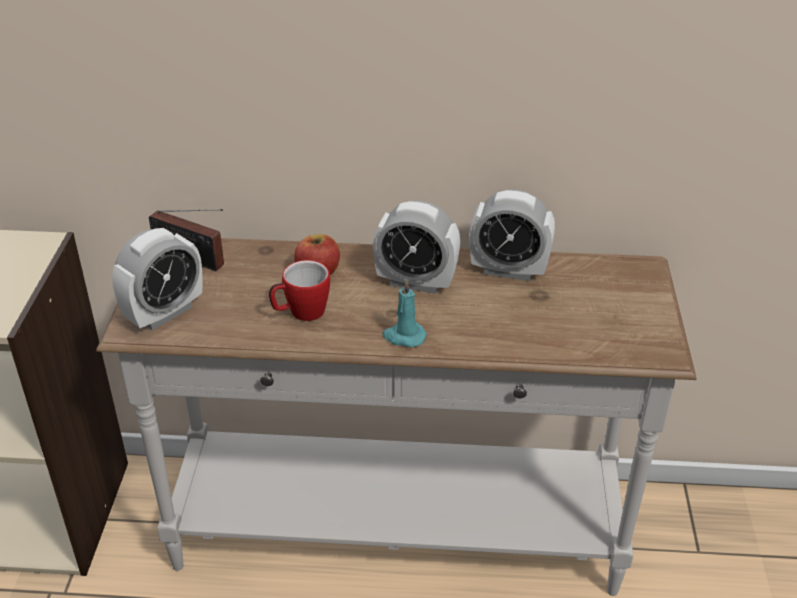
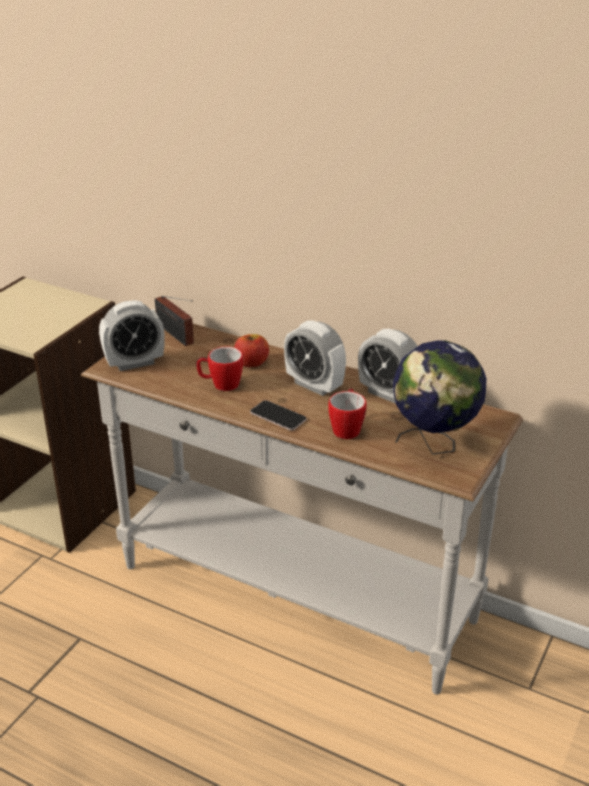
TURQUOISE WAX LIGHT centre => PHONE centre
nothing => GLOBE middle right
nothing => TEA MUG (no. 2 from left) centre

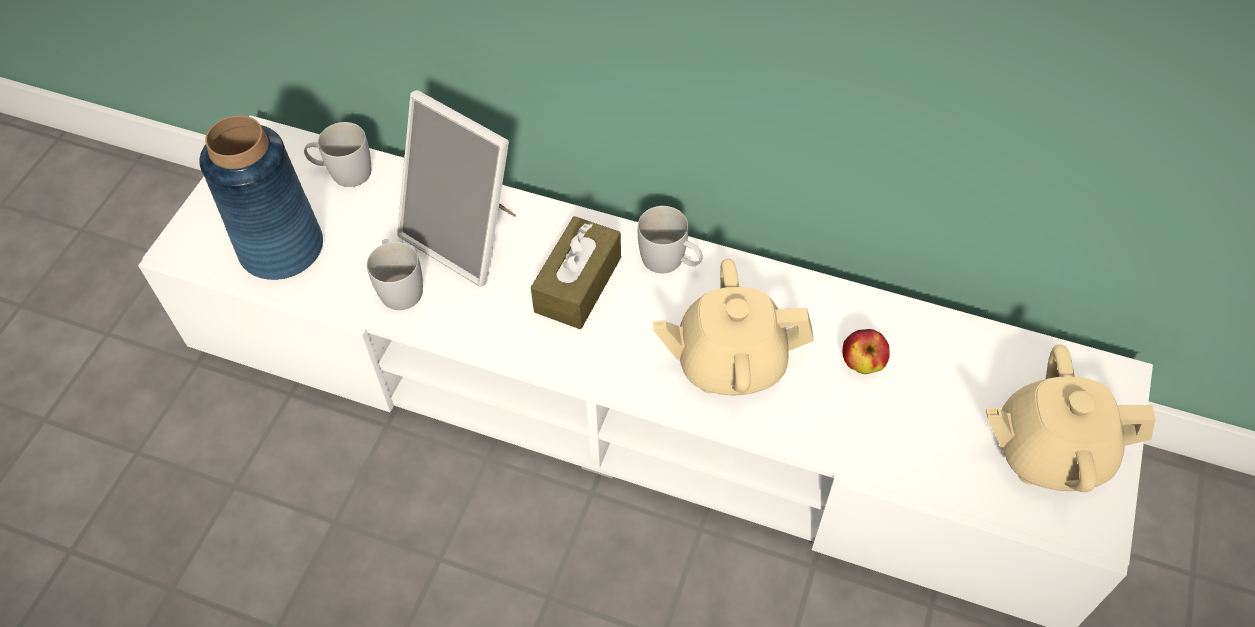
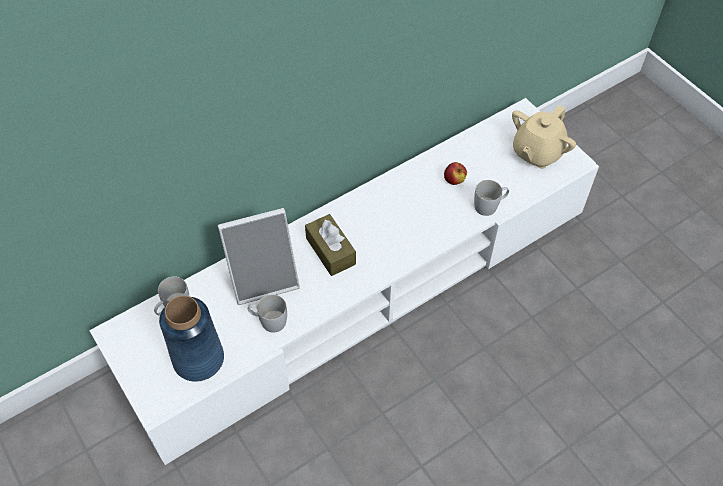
WHITISH TEA MUG (no. 3 from left) centre => WHITISH TEA MUG (no. 3 from left) middle right, shifted
BEIGE-COLOURED TEAPOT (no. 1 from left) centre => nothing

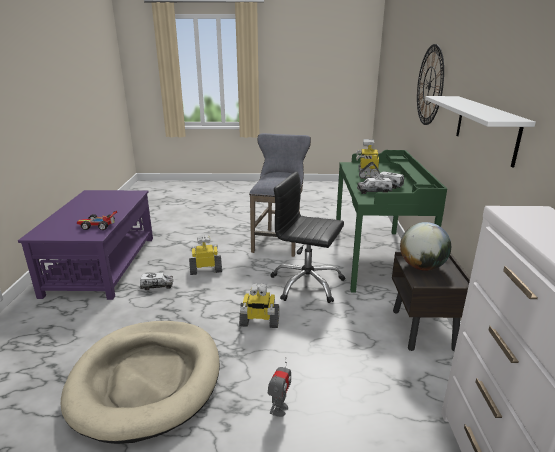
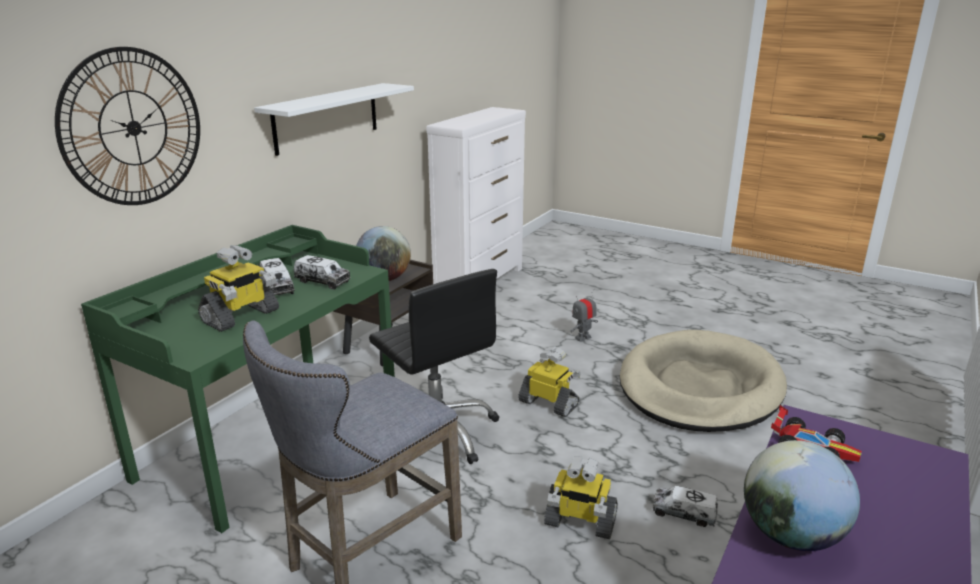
nothing => GLOBE (no. 2 from left) bottom right

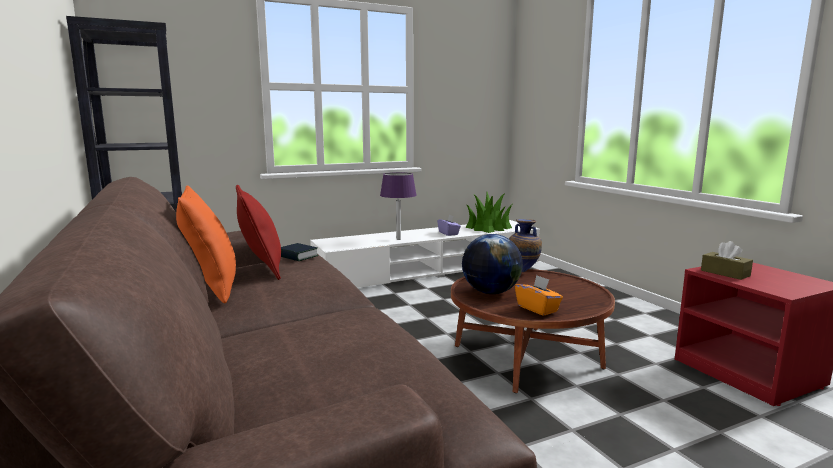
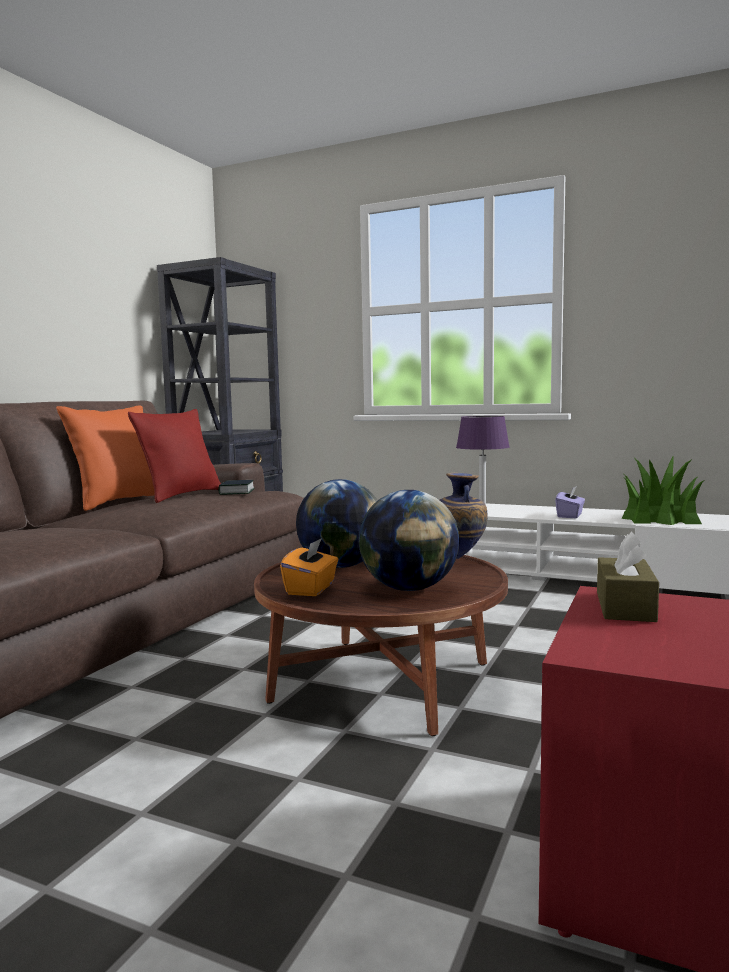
nothing => GLOBE (no. 2 from left) centre

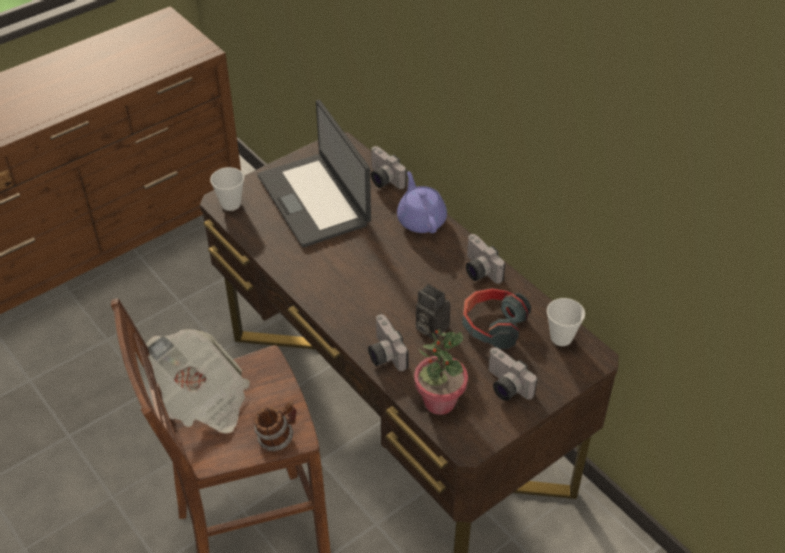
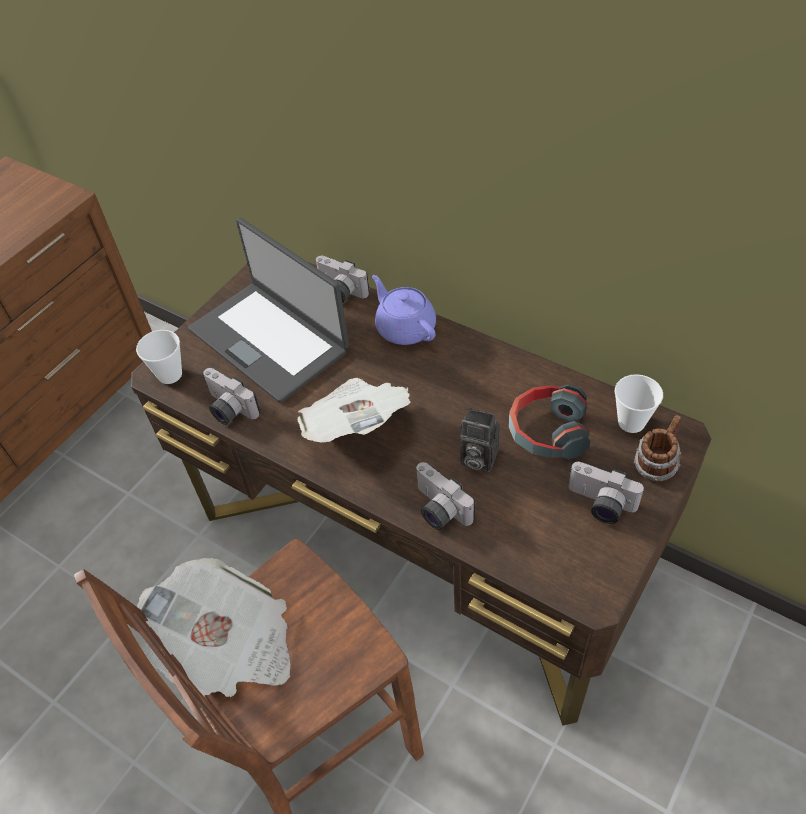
STILL CAMERA (no. 4 from left in the first image) centre => STILL CAMERA (no. 1 from left) middle left, shifted
PLANT IN A POT bottom centre => nothing
TEA MUG bottom centre => TEA MUG middle right, shifted
nothing => DAILY PAPER (no. 2 from left) centre

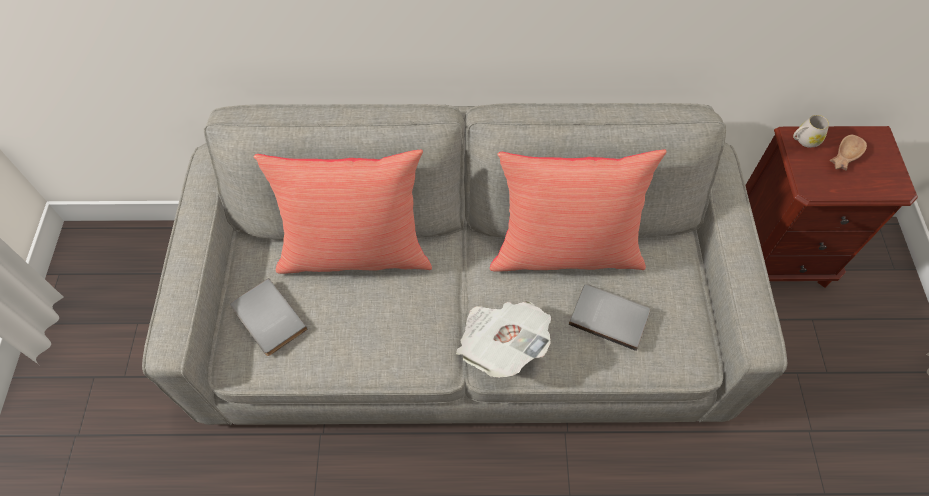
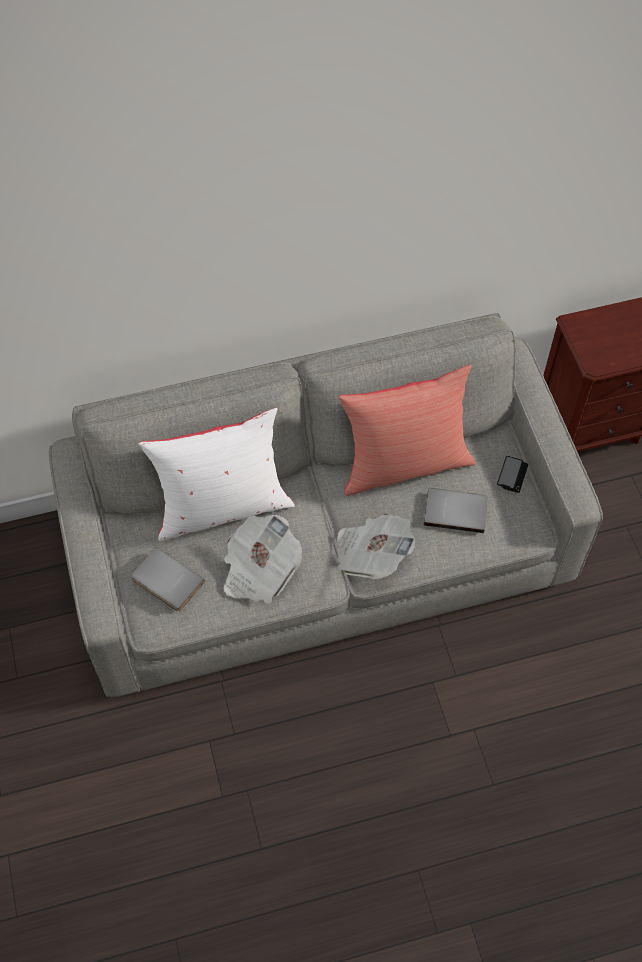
WHITISH TEA MUG top right => nothing
BROWN SERVING BOWL top right => nothing
RED PILLOW (no. 1 from left) centre => WHITISH PILLOW centre
nothing => PHONE middle right
nothing => DAILY PAPER (no. 1 from left) centre

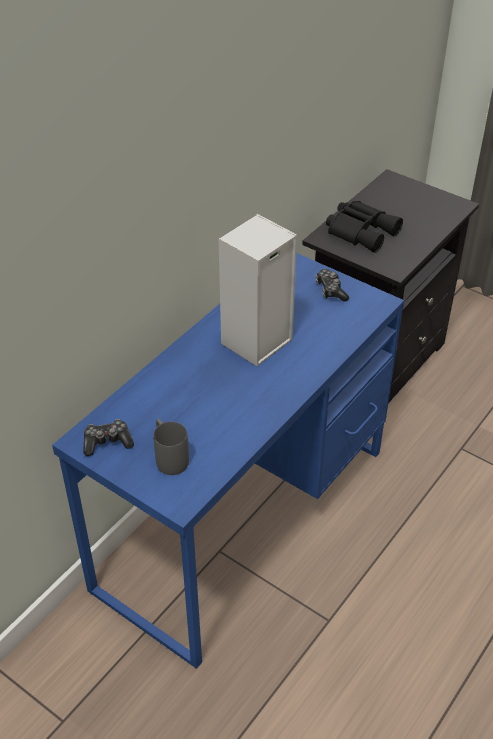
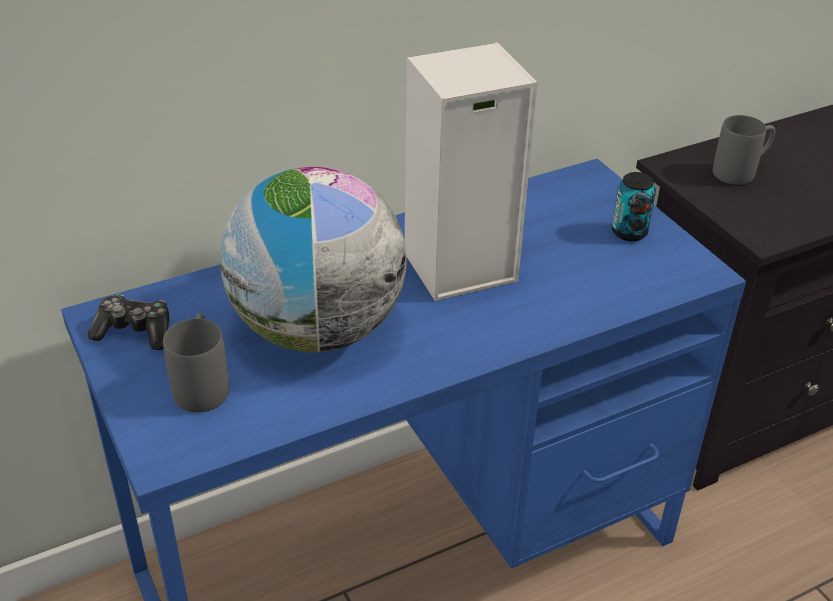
BLACKISH BINOCULARS top right => GRAY TEA MUG (no. 2 from left) top right
GAME CONTROLLER (no. 2 from left) middle right => CAN middle right
nothing => GLOBE centre

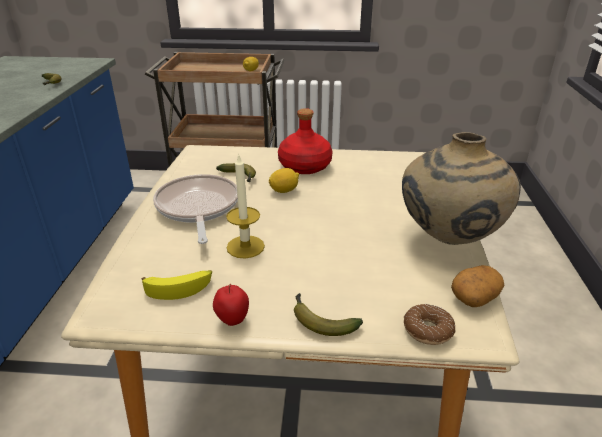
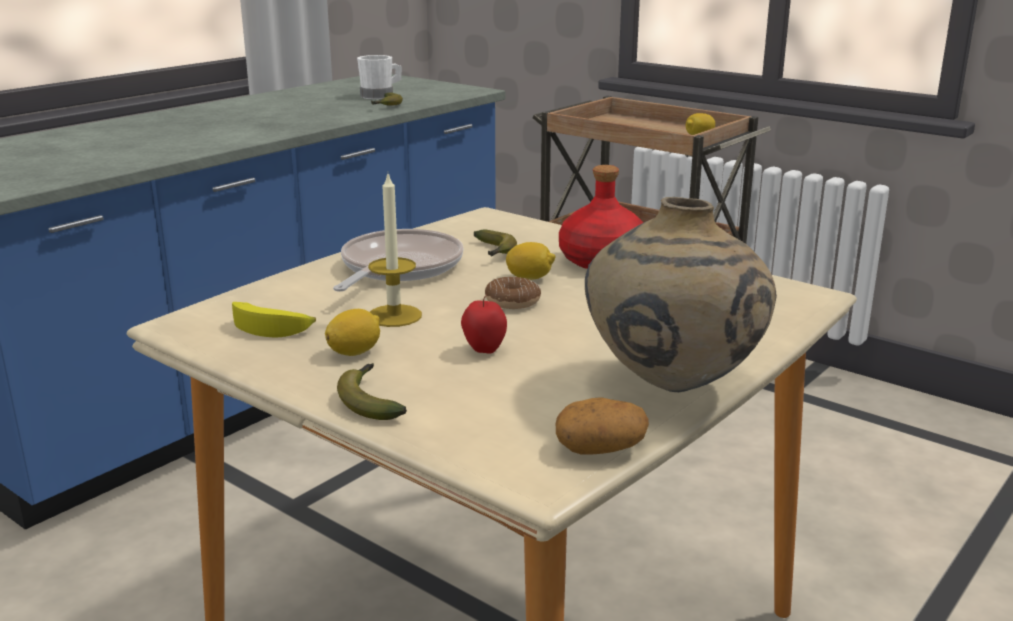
APPLE FRUIT bottom centre => APPLE FRUIT centre, shifted
RING DOUGHNUT bottom right => RING DOUGHNUT centre, shifted
nothing => WHITISH TEA MUG top centre
nothing => WHOLE LEMON (no. 1 from left) centre

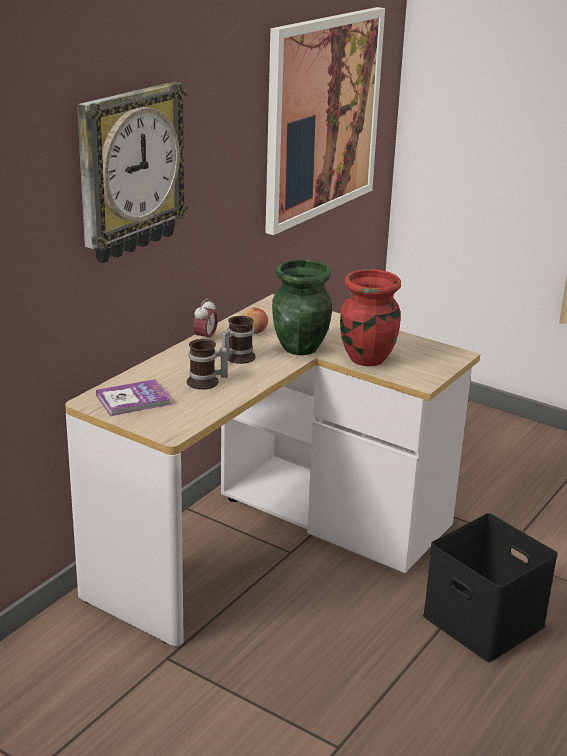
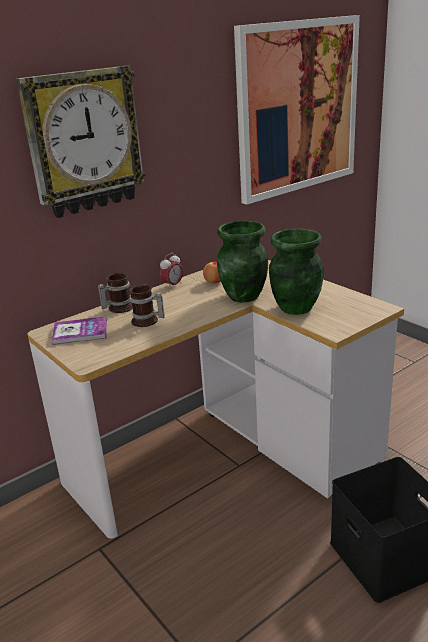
RED FLOWER VASE centre => GREEN-COLOURED FLOWER VASE (no. 2 from left) middle right
TEA MUG (no. 2 from left in the first image) centre => TEA MUG (no. 1 from left) middle left, shifted

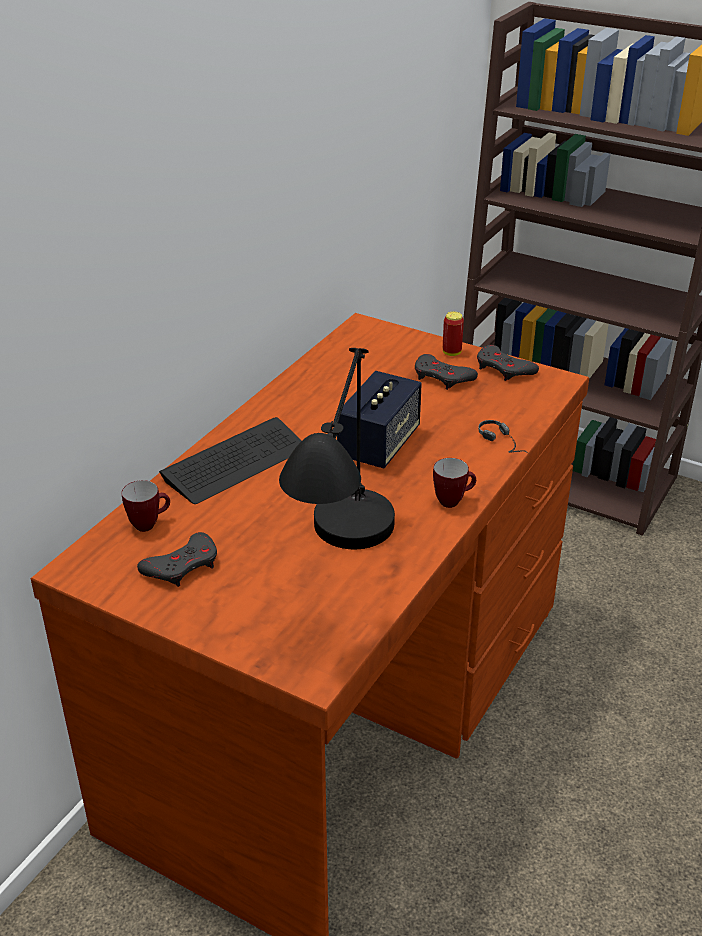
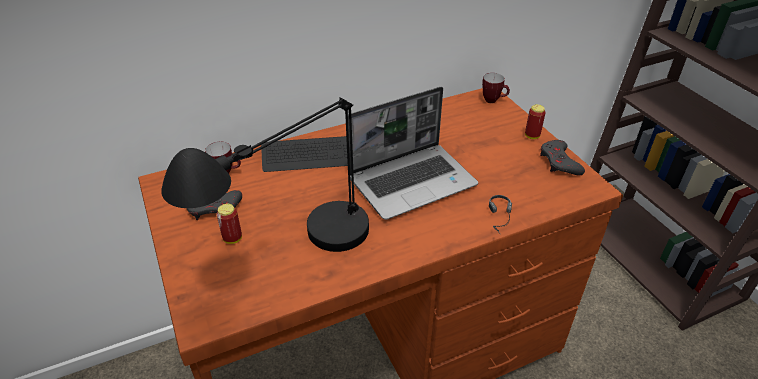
GRAY GAME CONTROLLER (no. 2 from left) centre => nothing
AUDIO SPEAKER centre => LAPTOP centre
TEA MUG (no. 2 from left) centre => TEA MUG (no. 2 from left) top centre, shifted
nothing => CAN (no. 1 from left) middle left

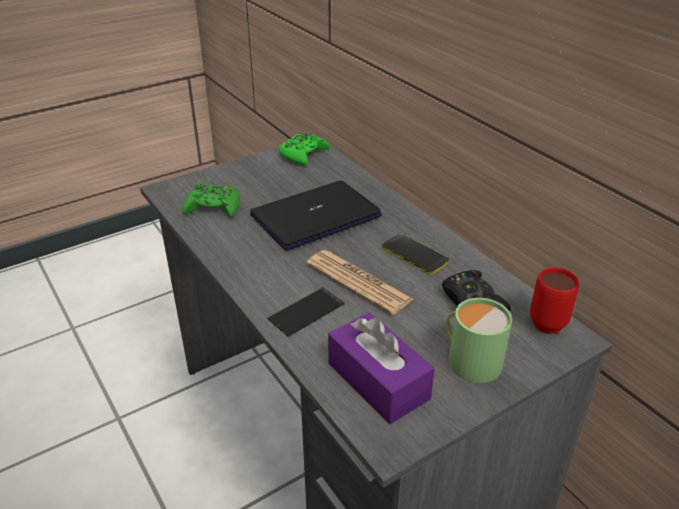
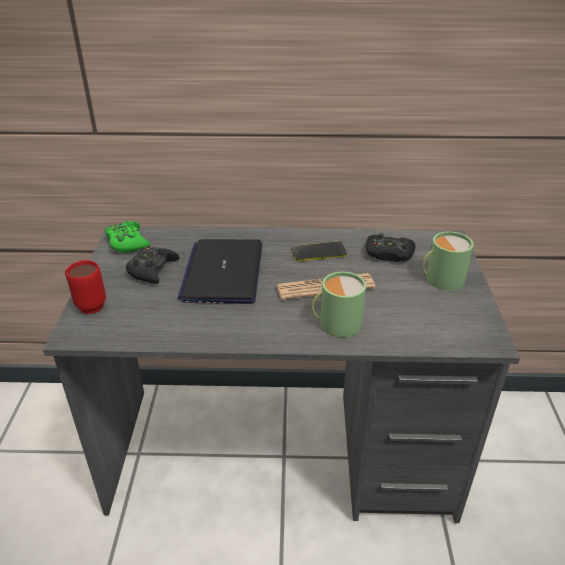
GREEN-COLOURED GAME CONTROLLER (no. 1 from left) middle left => nothing
RED TEA MUG middle right => RED TEA MUG middle left, shifted
PHONE (no. 1 from left) centre => GREEN-COLOURED TEA MUG (no. 1 from left) centre
PURPLE BOX OF TISSUES bottom centre => nothing
nothing => BLACKISH GAME CONTROLLER (no. 1 from left) middle left

